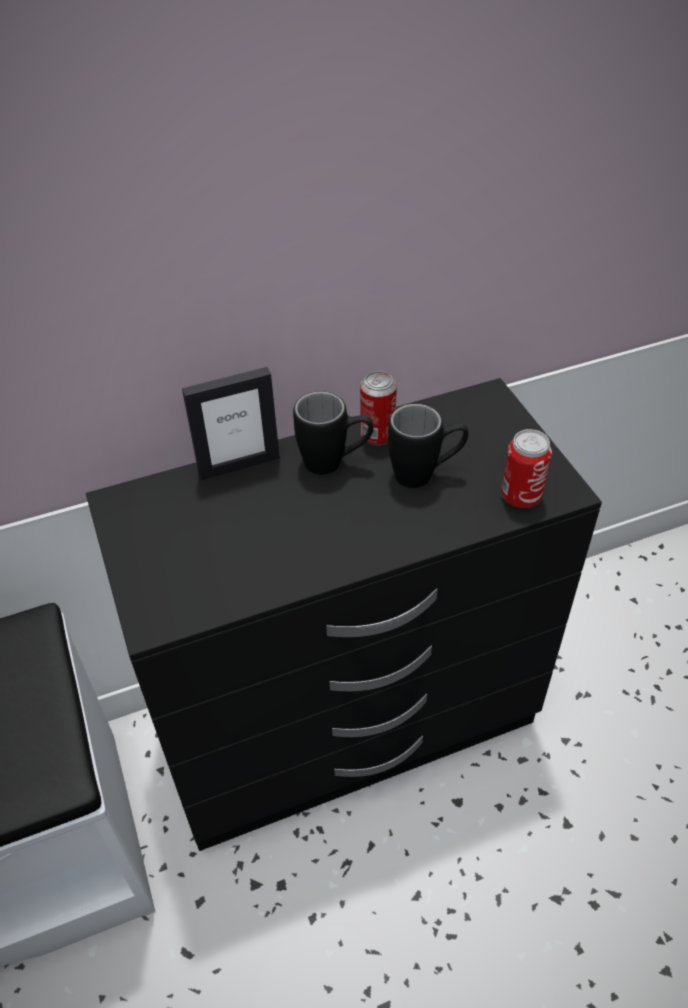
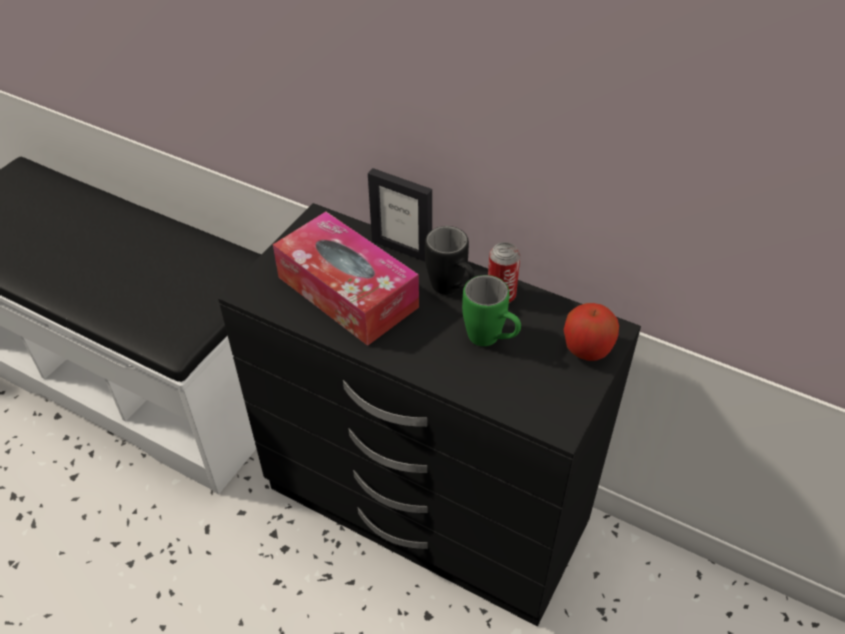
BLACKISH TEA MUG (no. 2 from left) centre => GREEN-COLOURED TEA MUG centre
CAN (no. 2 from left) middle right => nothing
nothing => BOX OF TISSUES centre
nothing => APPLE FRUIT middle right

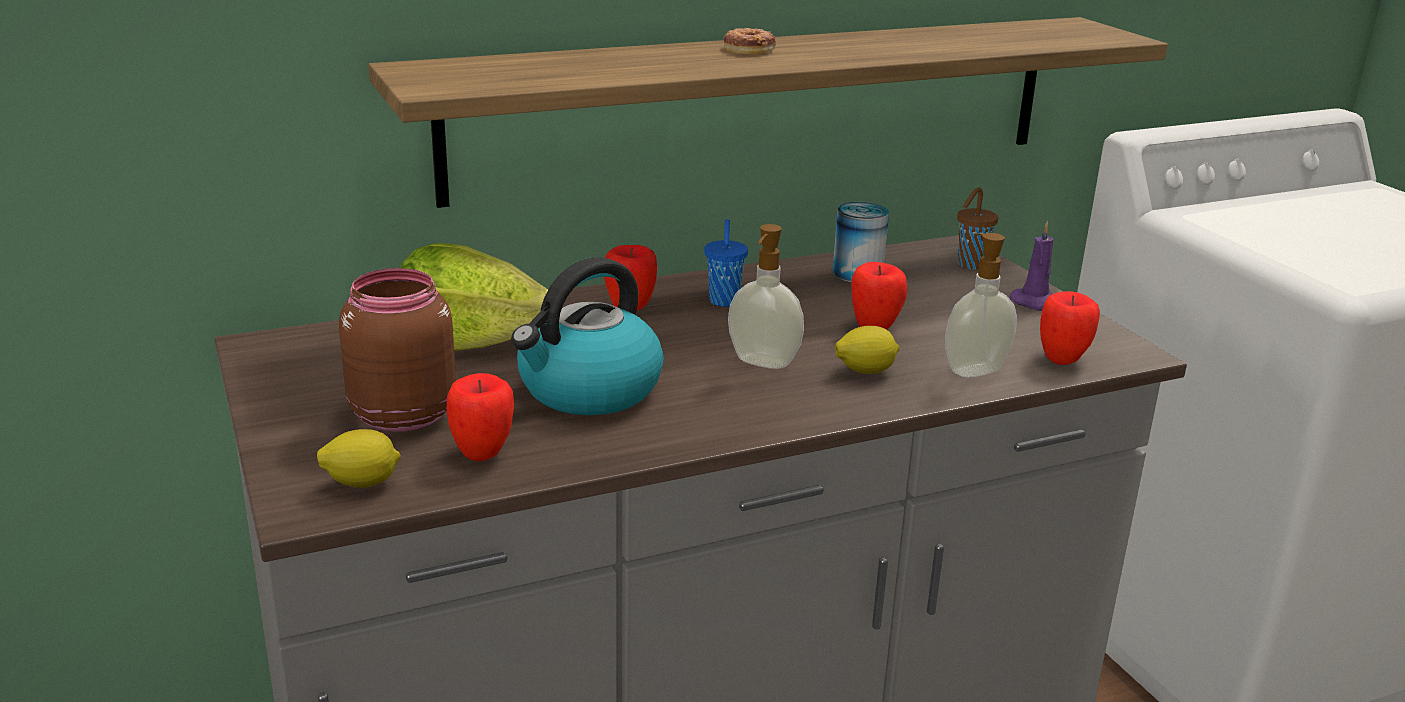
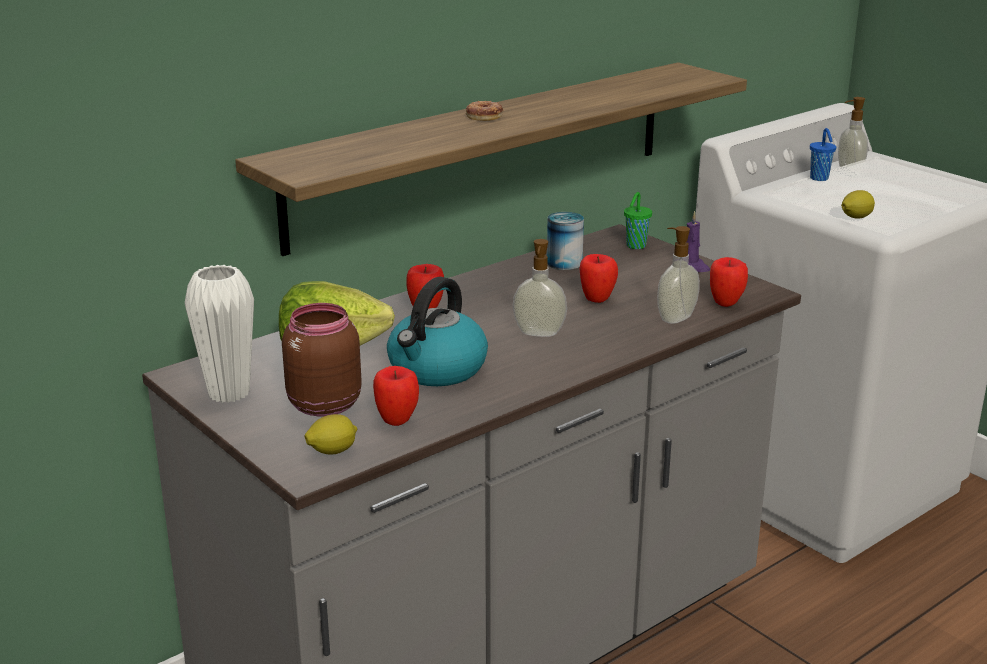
BROWN DRINKING CUP top right => GREEN-COLOURED DRINKING CUP top centre
BLUE DRINKING CUP centre => BLUE DRINKING CUP top right, shifted
WHOLE LEMON (no. 2 from left) centre => WHOLE LEMON (no. 2 from left) top right, shifted
nothing => SOAP DISPENSER (no. 3 from left) top right
nothing => WHITISH FLOWER VASE middle left

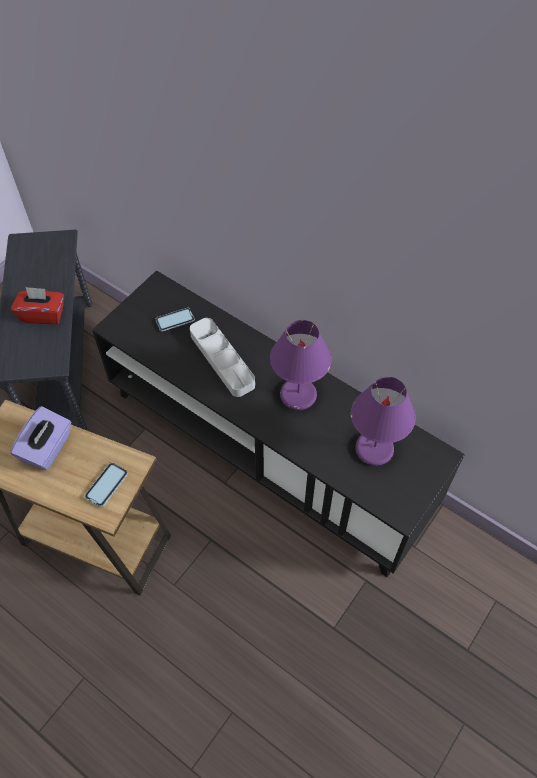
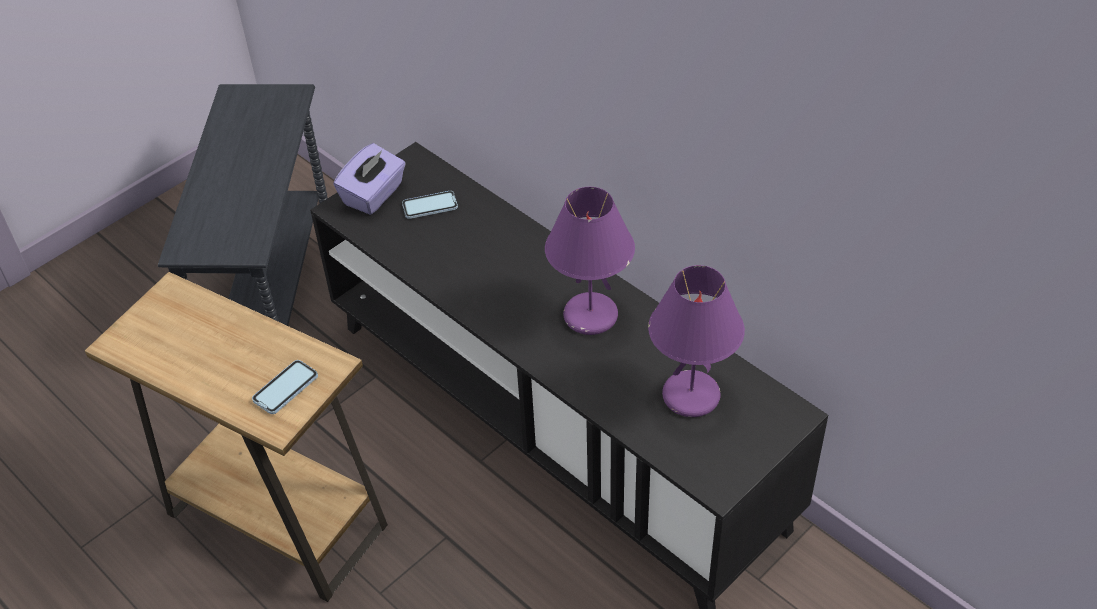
RED BOX OF TISSUES middle left => nothing
GRAY TRAY centre => nothing
PURPLE BOX OF TISSUES middle left => PURPLE BOX OF TISSUES top centre, shifted

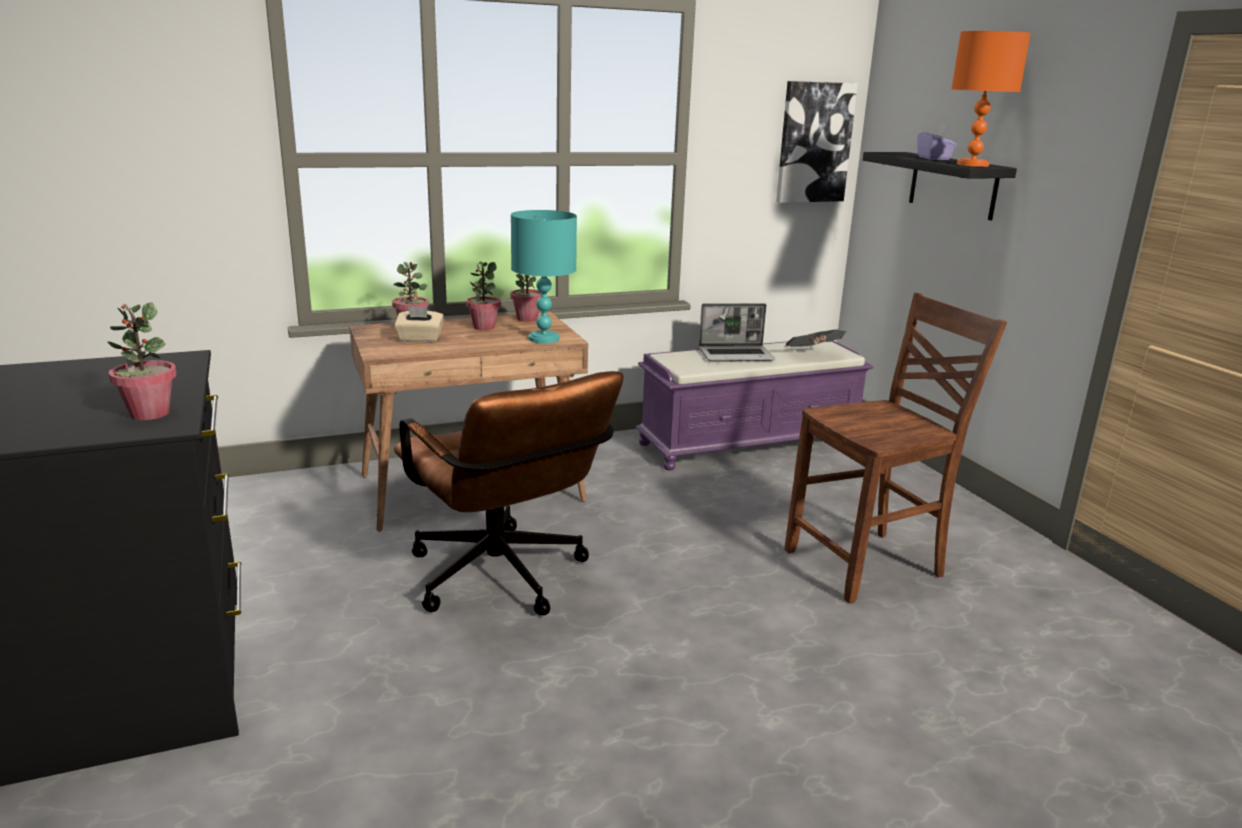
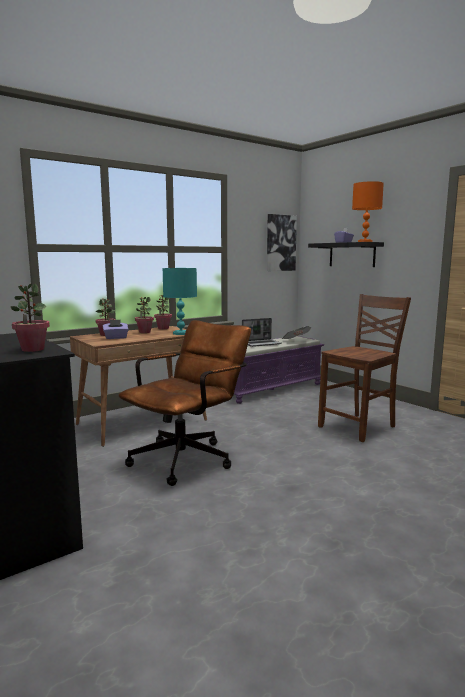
BEIGE-COLOURED BOX OF TISSUES centre => PURPLE BOX OF TISSUES (no. 1 from left) middle left
BROWN COMPUTER CHAIR centre, 90 degrees counterclockwise

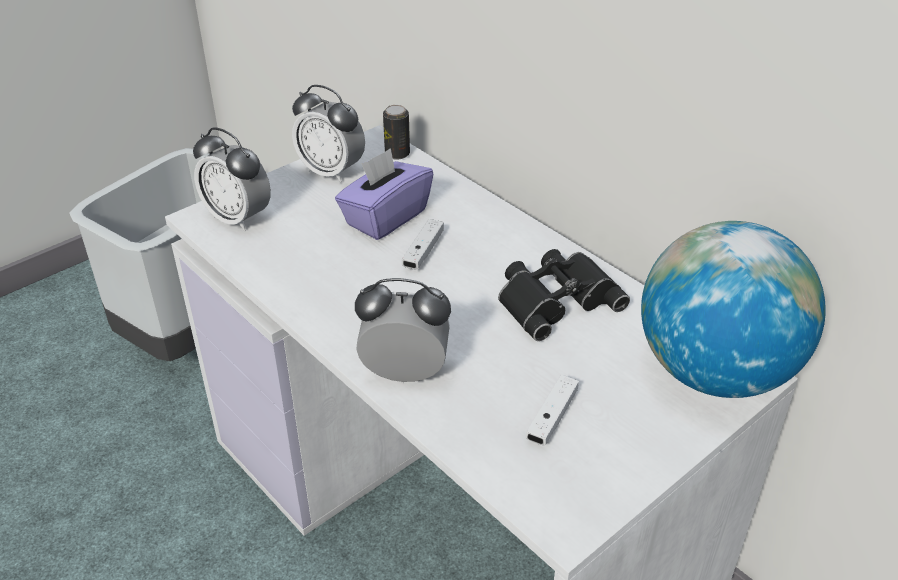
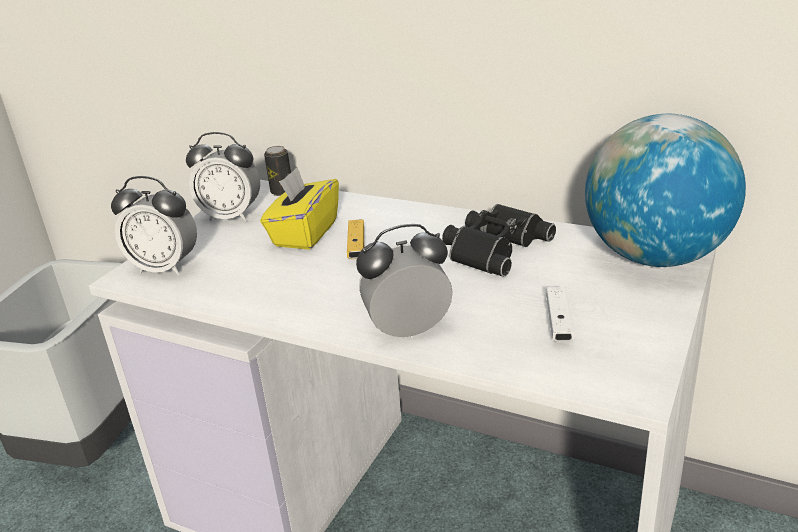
PURPLE BOX OF TISSUES centre => YELLOW BOX OF TISSUES centre
WHITISH GAME CONTROLLER (no. 1 from left) centre => YELLOW GAME CONTROLLER centre

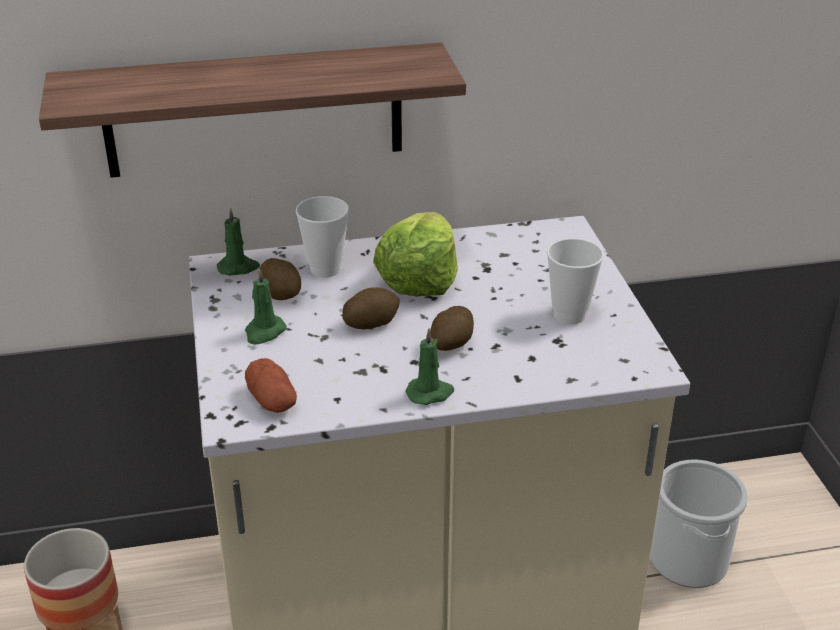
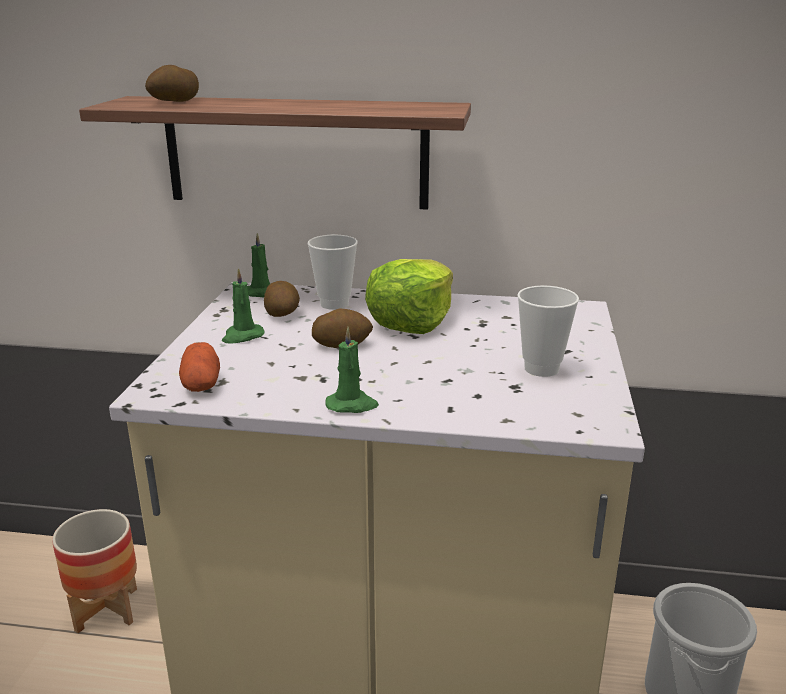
WHOLE POTATO (no. 4 from left in the first image) centre => WHOLE POTATO (no. 1 from left) top left, shifted

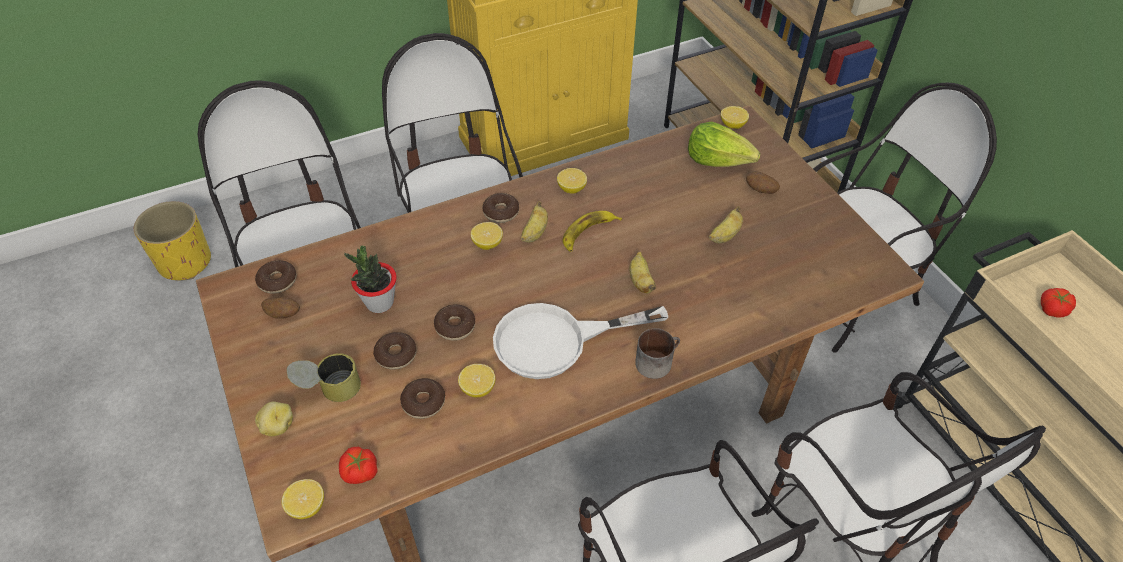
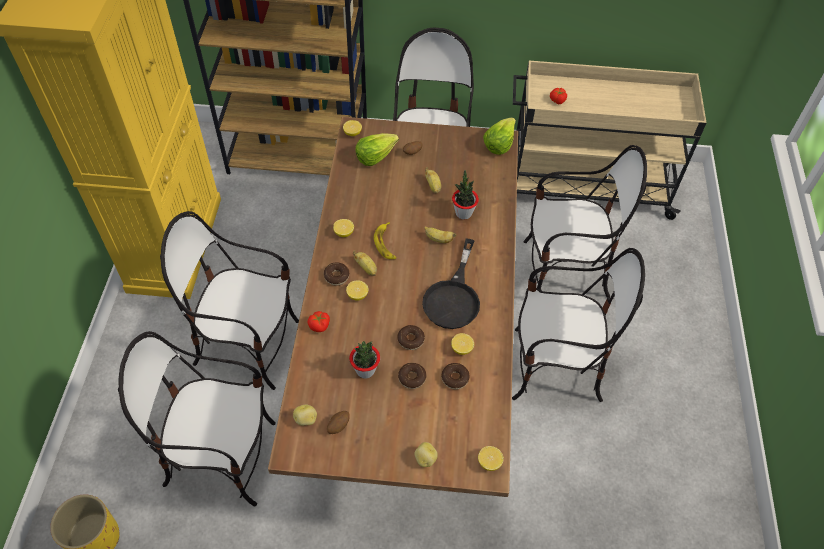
RING DOUGHNUT (no. 1 from left) middle left => WHOLE POTATO (no. 1 from left) bottom centre
WHITISH FRYING PAN centre => BLACKISH FRYING PAN centre
TEA MUG centre => nothing
CAN bottom left => nothing
WHOLE TOMATO (no. 1 from left) bottom left => WHOLE TOMATO (no. 1 from left) centre, shifted
nothing => LETTUCE HEAD (no. 2 from left) top centre
nothing => PLANT IN A POT (no. 2 from left) centre

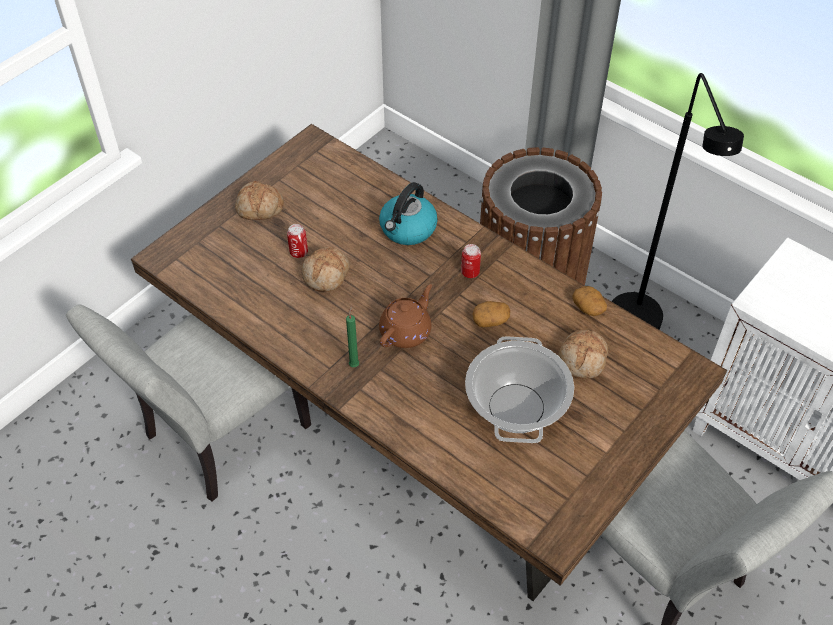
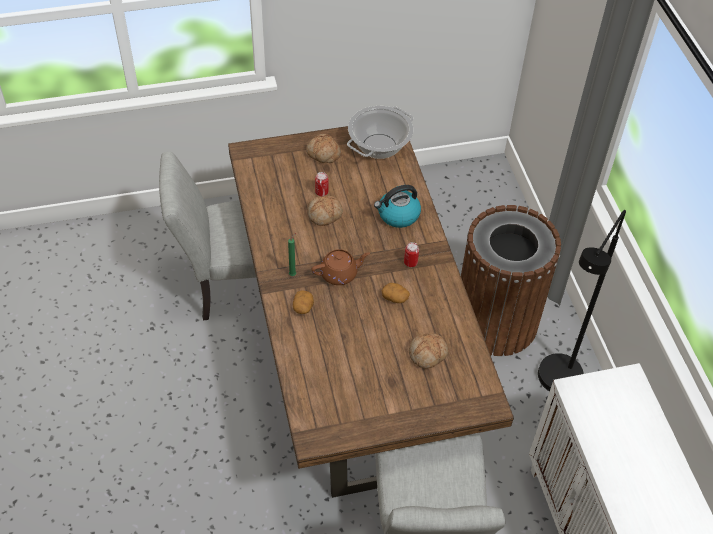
WHOLE POTATO (no. 2 from left in the first image) middle right => WHOLE POTATO (no. 1 from left) centre, shifted
STOCKPOT centre => STOCKPOT top centre, shifted

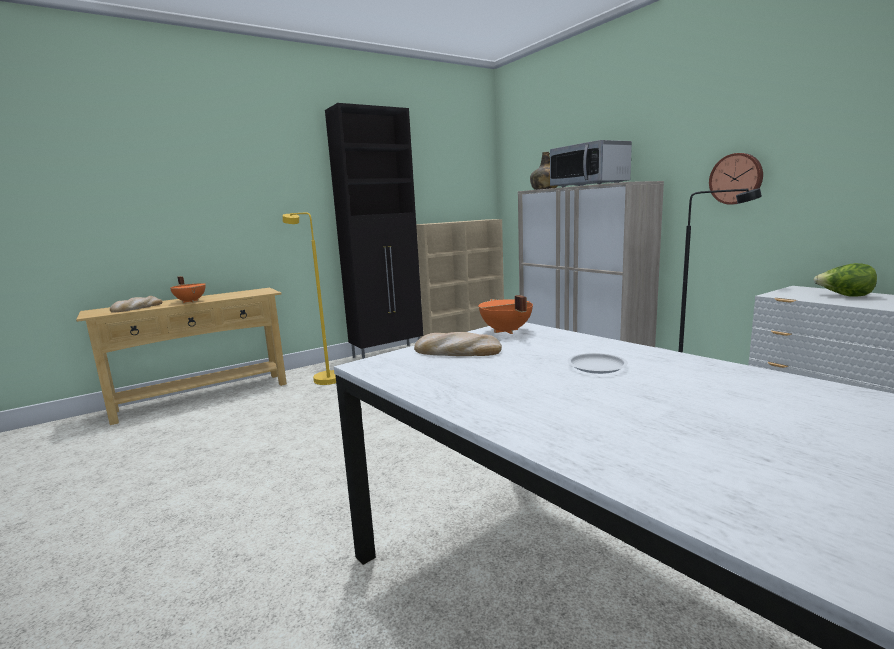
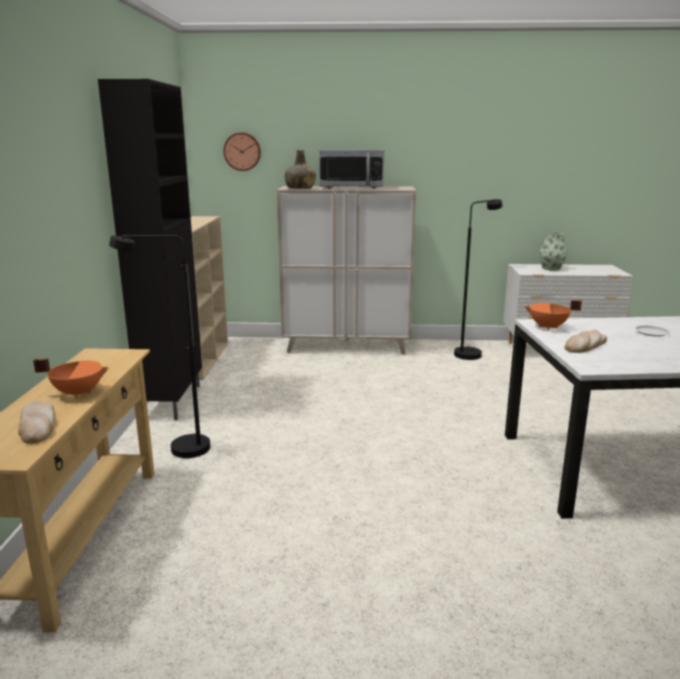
HANGING CLOCK top right => HANGING CLOCK top centre, shifted
YELLOW FLOOR LAMP centre => BLACKISH FLOOR LAMP (no. 1 from left) middle left
LETTUCE HEAD middle right => FLOWER VASE middle right

